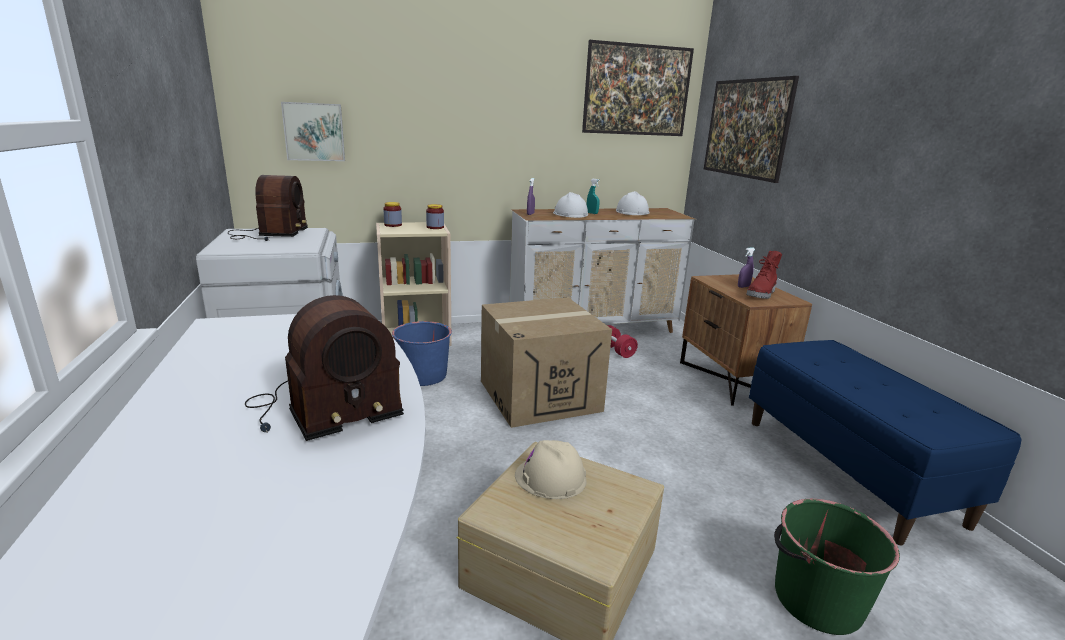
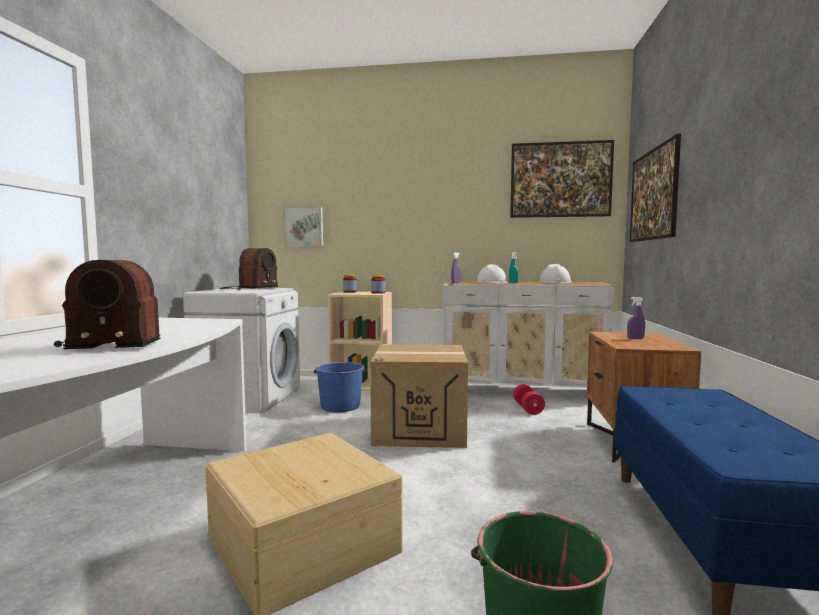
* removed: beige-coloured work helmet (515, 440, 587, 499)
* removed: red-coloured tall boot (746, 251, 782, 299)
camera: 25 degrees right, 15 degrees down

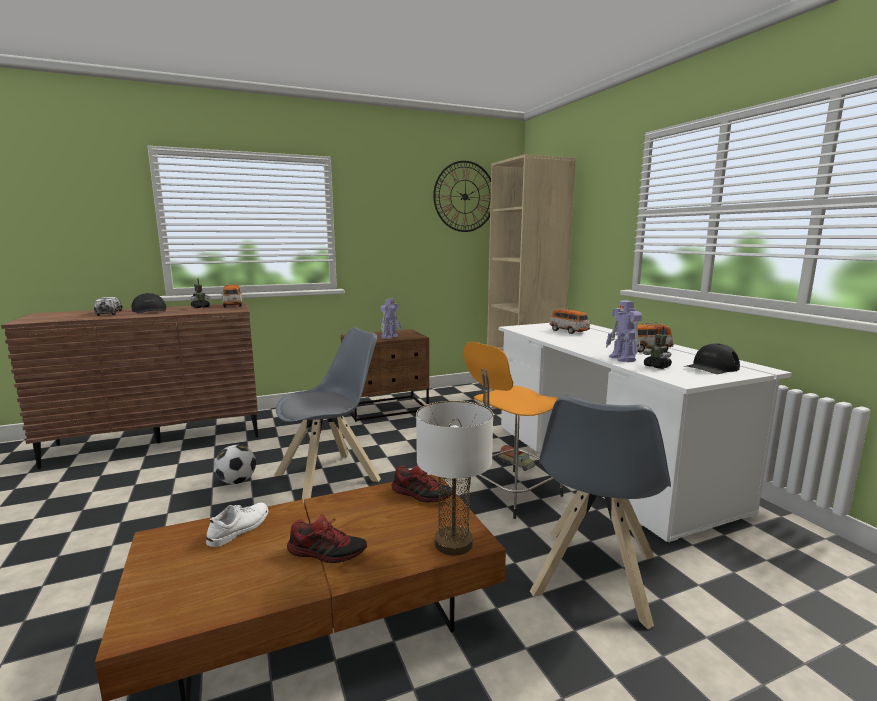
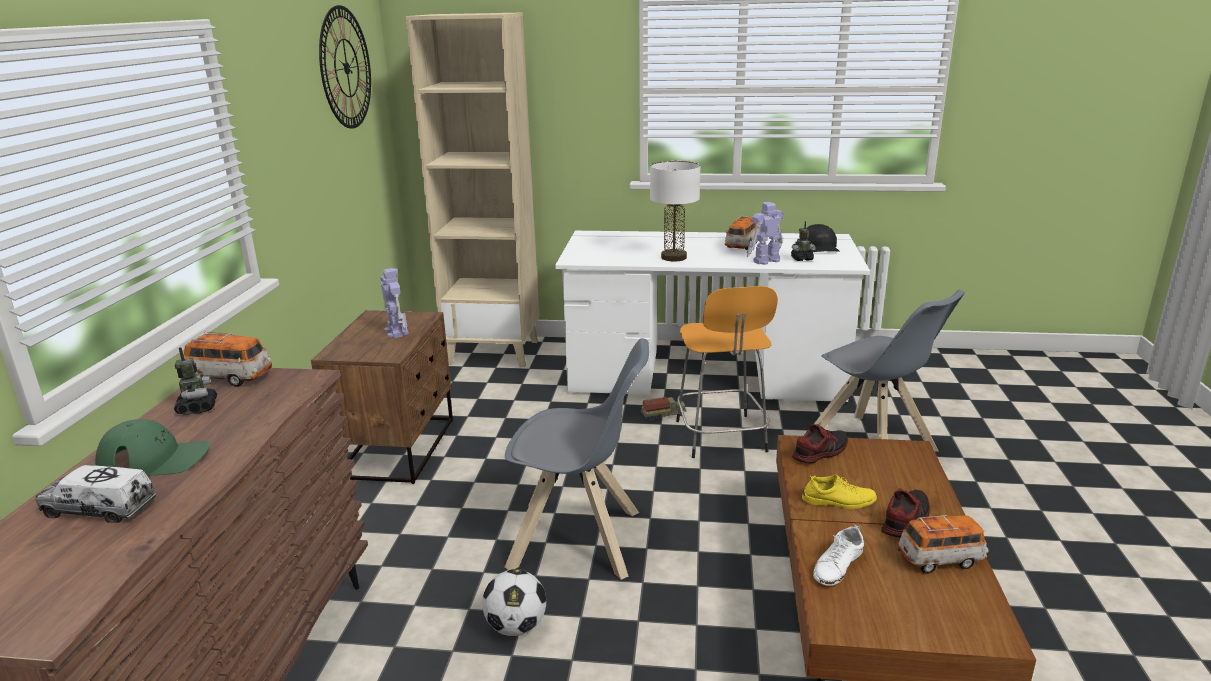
* added: yellow low shoe (802, 475, 877, 509)
* moved: table lamp (416, 401, 493, 555) to (650, 161, 700, 261)
* moved: miniature car (549, 308, 590, 334) to (898, 515, 989, 574)
* recoloured: black-coloured baseball cap (131, 293, 166, 314) to green baseball cap (95, 419, 210, 476)
* turned: whitish low shoe (206, 503, 268, 547) = (813, 525, 864, 586) 105 degrees counterclockwise
* turned: gray chair (275, 328, 381, 503) = (505, 338, 649, 580) 105 degrees clockwise
* turned: model robot (606, 301, 642, 362) = (747, 202, 784, 265) 135 degrees clockwise
camera: 60 degrees left, 10 degrees up

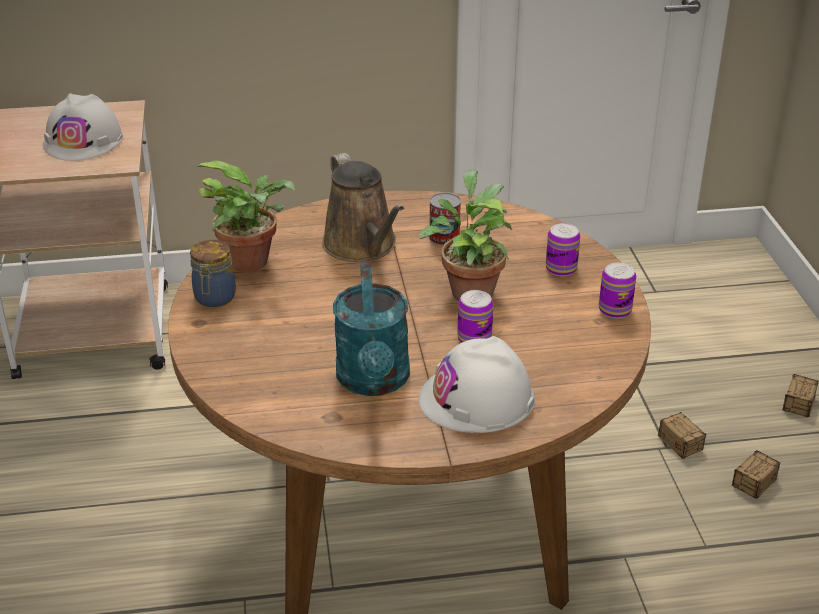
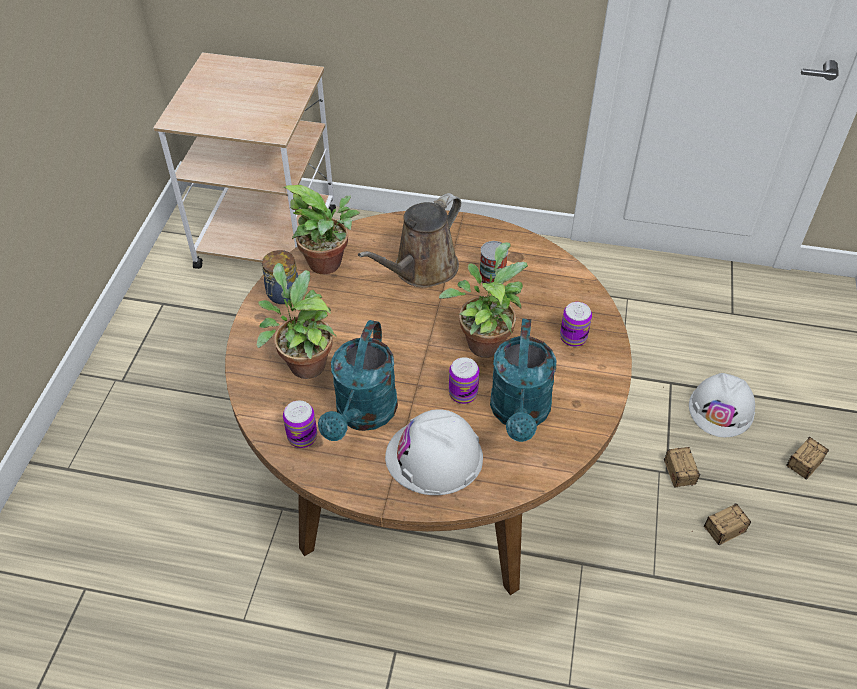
* added: houseplant (256, 263, 337, 379)
* added: blue-green watering pot (490, 318, 556, 442)
* moved: whitish work helmet (43, 93, 123, 161) to (689, 373, 755, 437)
* moved: metal can (599, 263, 636, 319) to (283, 401, 317, 448)
* turned: brown-coloured watering pot (322, 153, 404, 262) = (358, 193, 461, 288) 45 degrees clockwise
camera: 20 degrees right, 15 degrees up

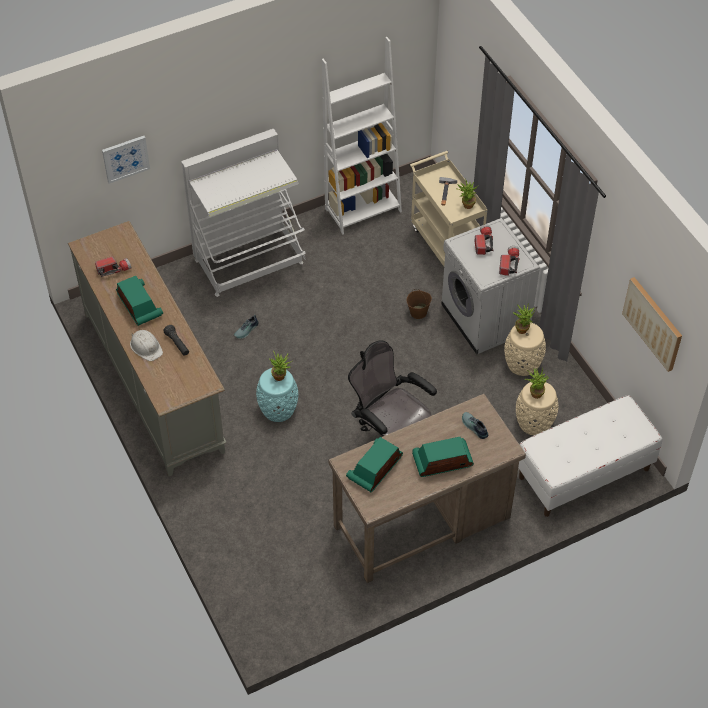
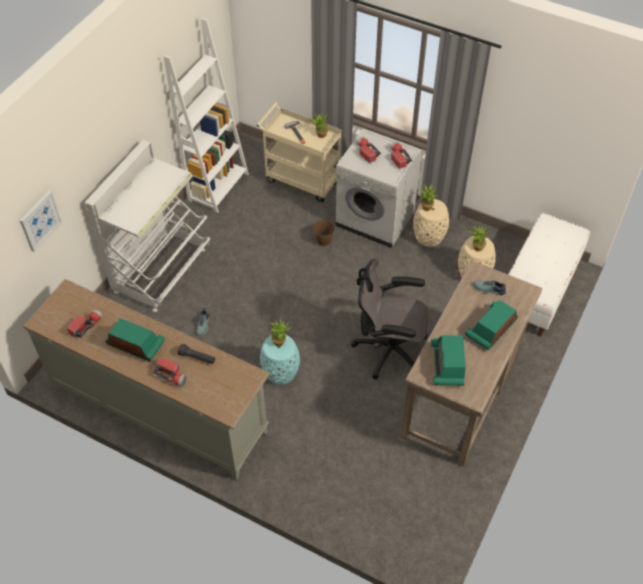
* removed: wall picture (622, 277, 682, 372)
* replaced: whitish work helmet (130, 330, 163, 361) to hand torch (152, 357, 186, 387)
camera: 35 degrees left, 0 degrees up

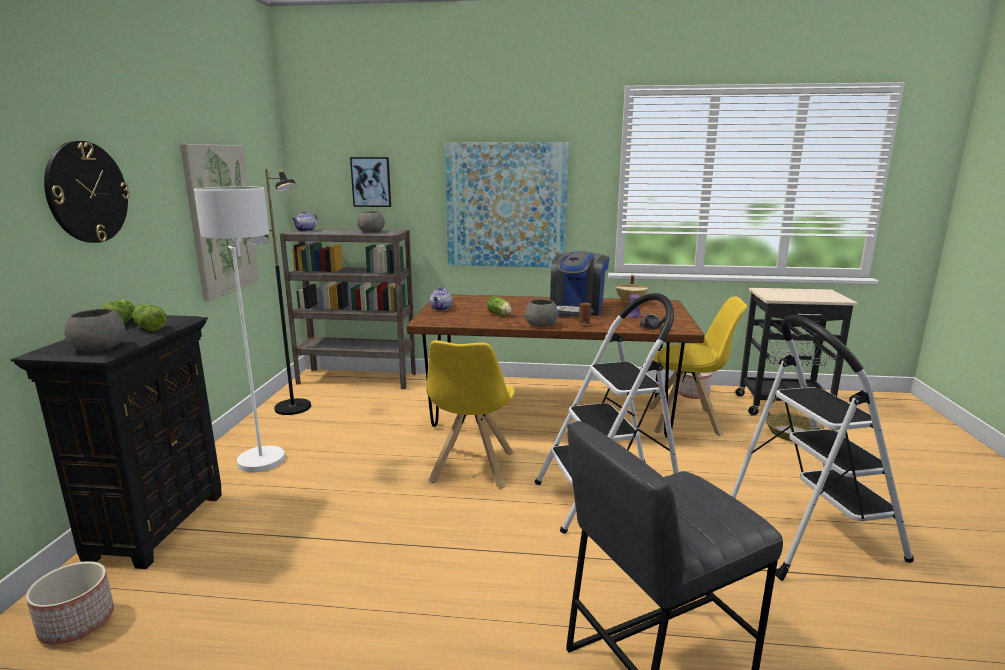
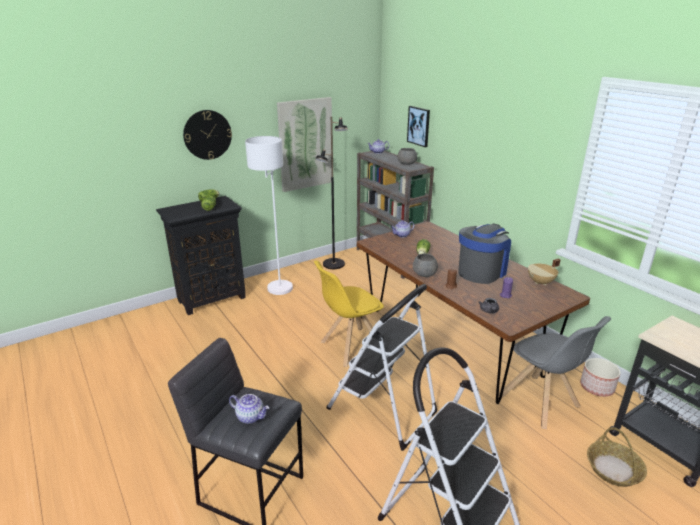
* removed: flower pot (26, 561, 114, 645)
* removed: gray deep dish (64, 309, 125, 352)
* removed: wall picture (445, 142, 569, 267)
* added: teapot (229, 394, 269, 424)
* recoloured: yellow chair (648, 296, 747, 436) to gray chair (499, 316, 611, 429)
* turned: coffee maker (550, 251, 609, 317) = (458, 223, 511, 284) 150 degrees clockwise
camera: 50 degrees right, 10 degrees up

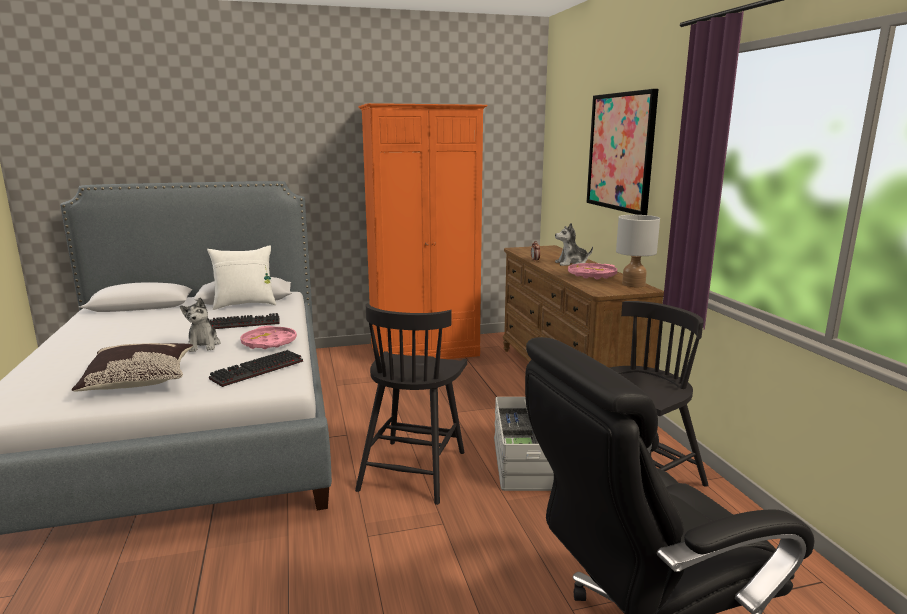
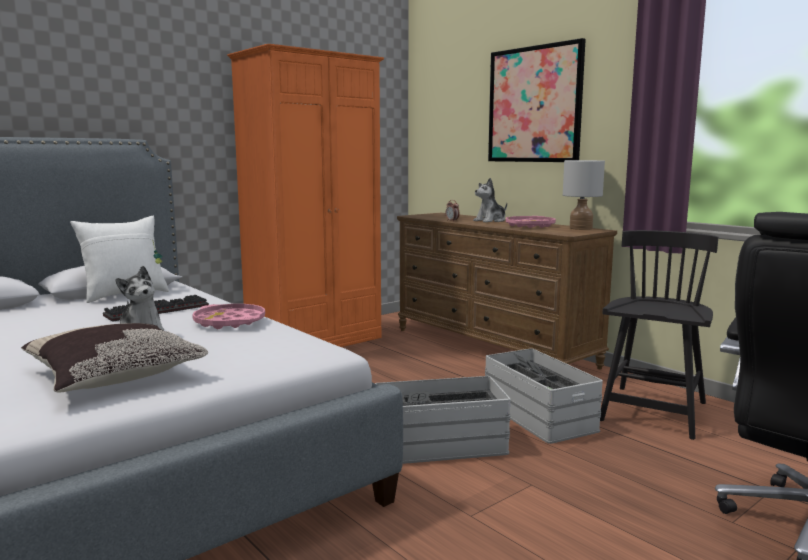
* removed: keyboard (209, 350, 303, 387)
* replaced: black-coloured chair (355, 303, 467, 505) to gray storage bin (375, 376, 511, 464)
camera: 25 degrees left, 5 degrees down

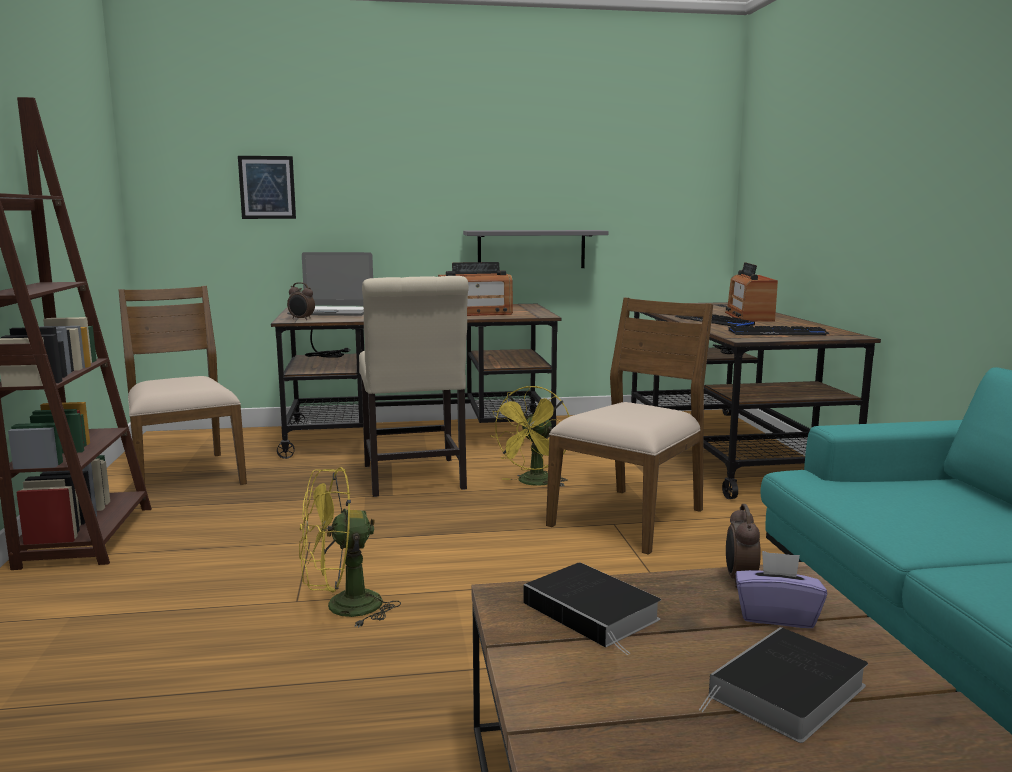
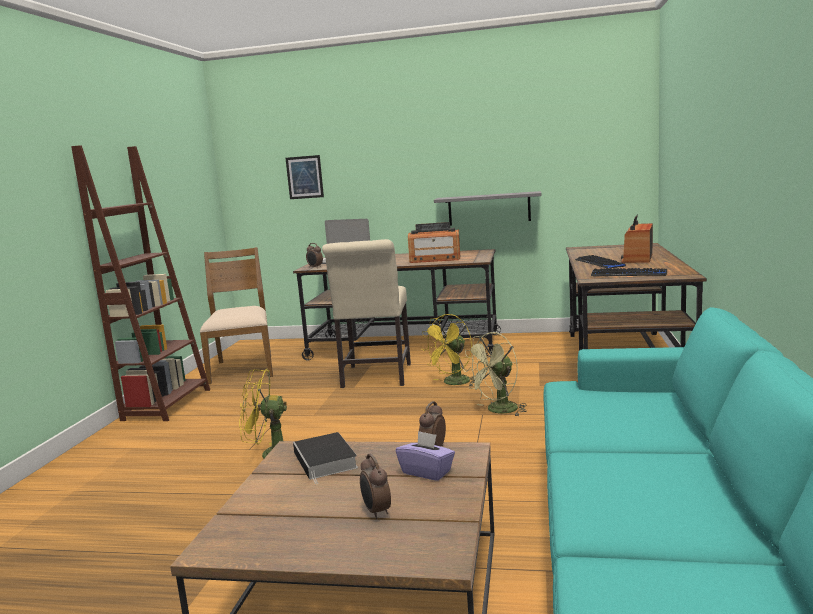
* replaced: brown-coloured chair (546, 297, 713, 555) to green electric fan (463, 332, 527, 416)
* replaced: book (699, 627, 868, 743) to bedside clock (360, 454, 391, 519)
camera: 20 degrees right, 0 degrees up

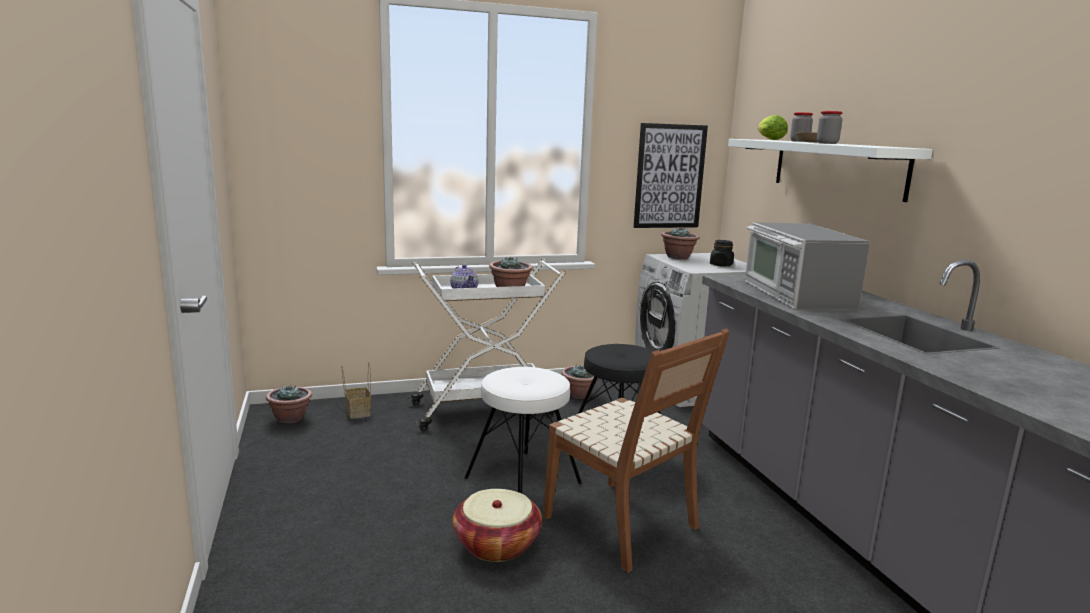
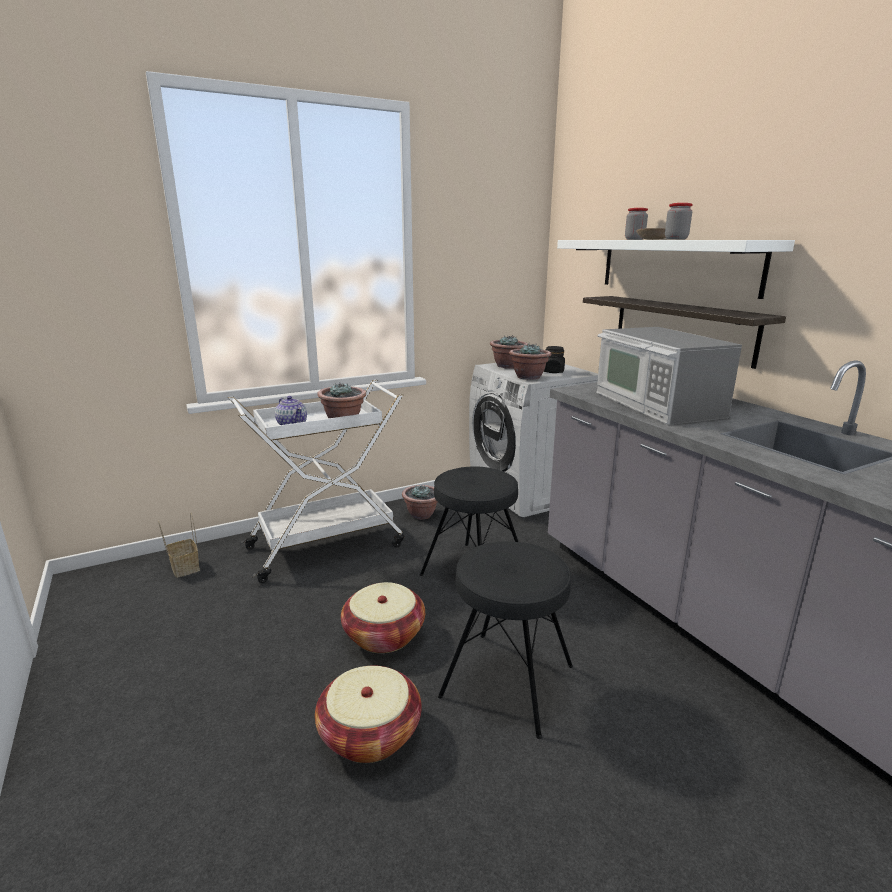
* removed: wall picture (634, 123, 708, 228)
* removed: lettuce (757, 115, 788, 140)
* added: bracket shelf (583, 296, 786, 369)
* moved: houseplant (266, 384, 312, 424) to (509, 343, 551, 380)
* replaced: whitish stool seat (464, 367, 582, 494) to household basket (341, 582, 425, 653)
* replaced: chair (543, 329, 730, 573) to black-coloured stool seat (438, 541, 573, 739)
camera: 10 degrees left, 5 degrees up

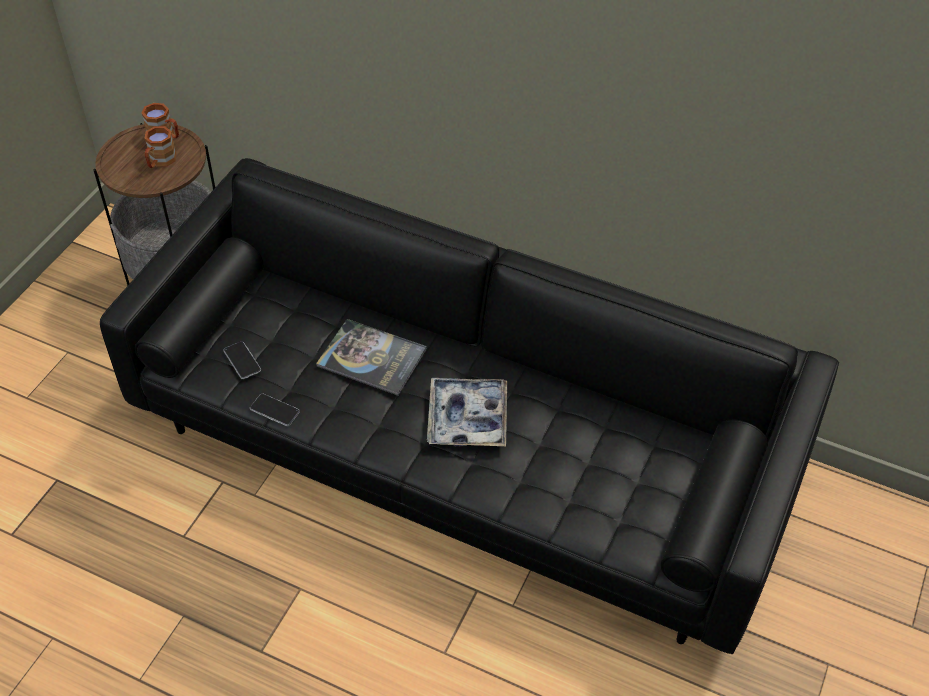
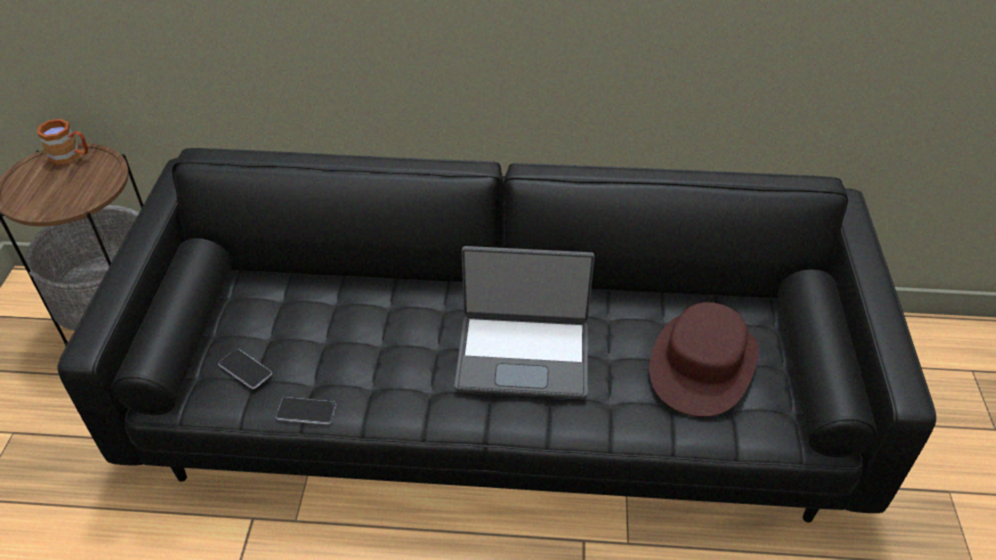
* removed: brown-coloured coffee mug (145, 126, 177, 168)
* removed: book (316, 319, 427, 396)
* added: brown-coloured wearable hat (649, 302, 759, 417)
* replaced: serving tray (427, 378, 507, 446) to notebook computer (454, 246, 595, 399)
camera: 20 degrees left, 5 degrees down

